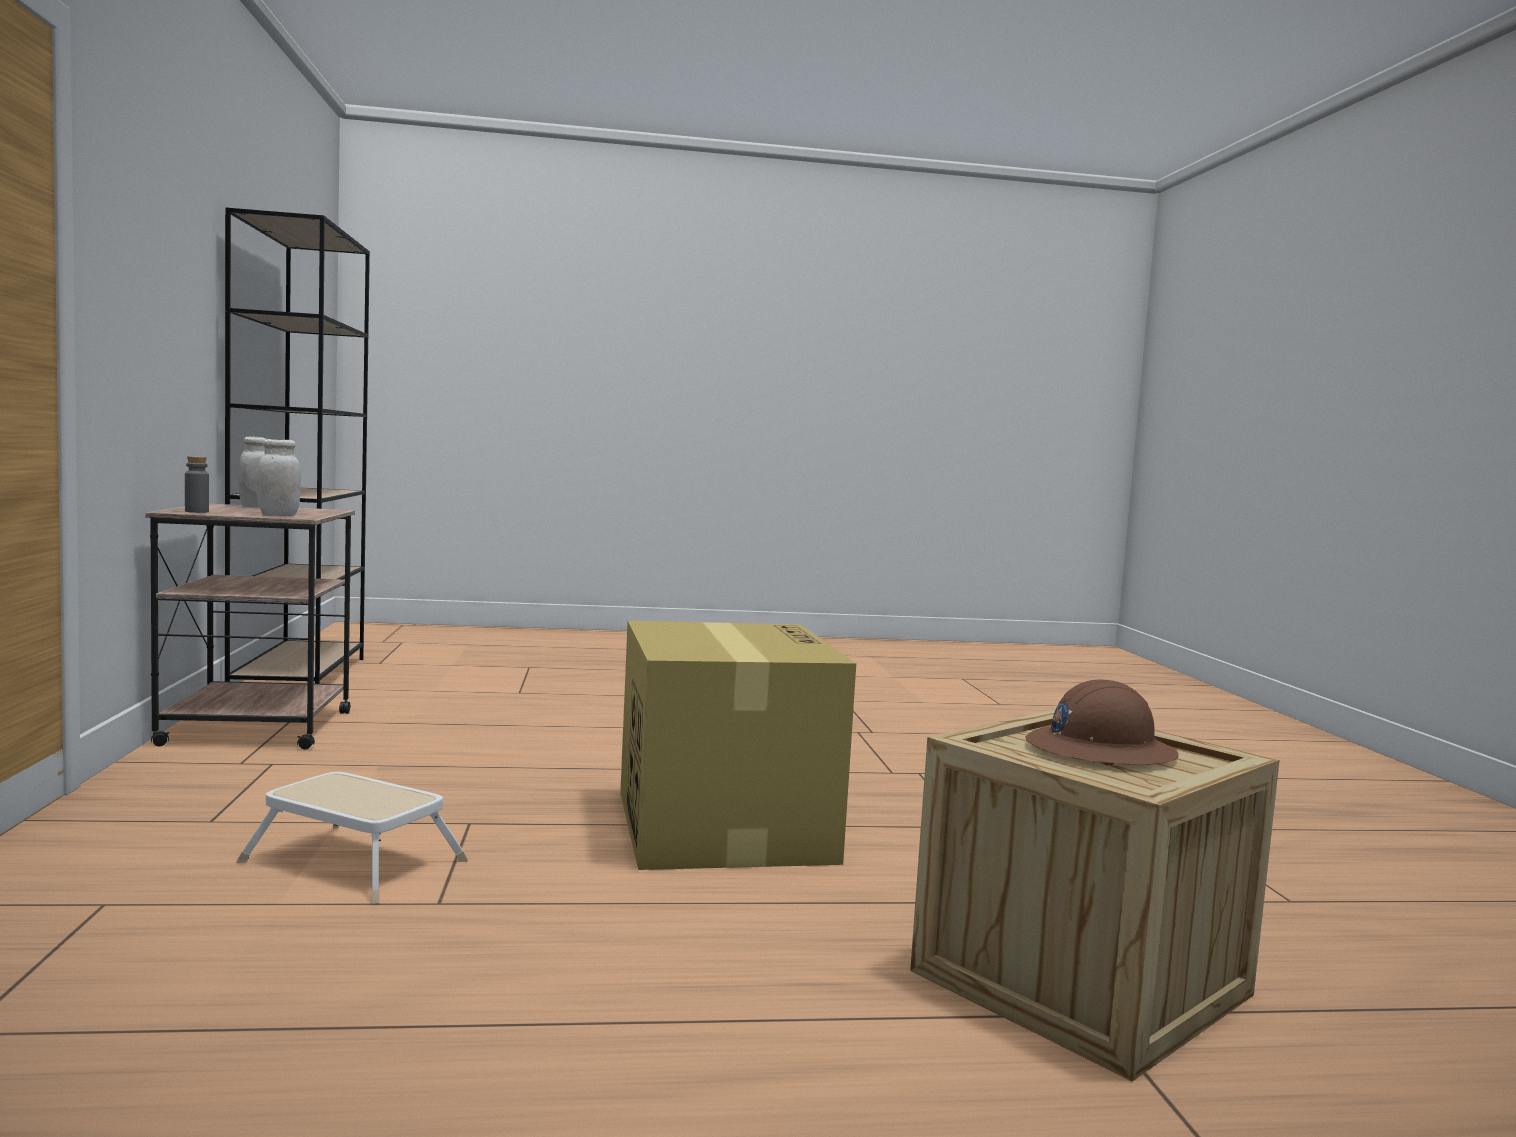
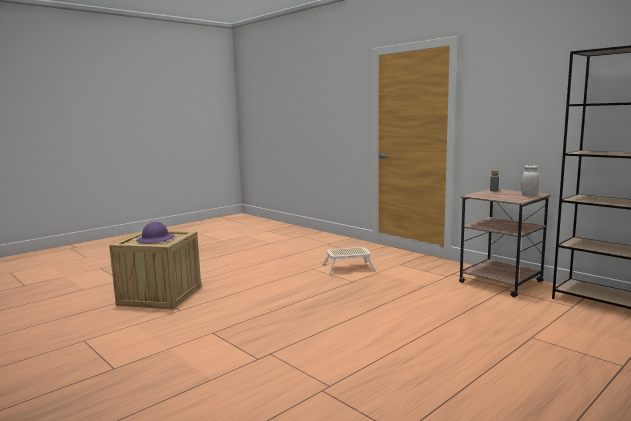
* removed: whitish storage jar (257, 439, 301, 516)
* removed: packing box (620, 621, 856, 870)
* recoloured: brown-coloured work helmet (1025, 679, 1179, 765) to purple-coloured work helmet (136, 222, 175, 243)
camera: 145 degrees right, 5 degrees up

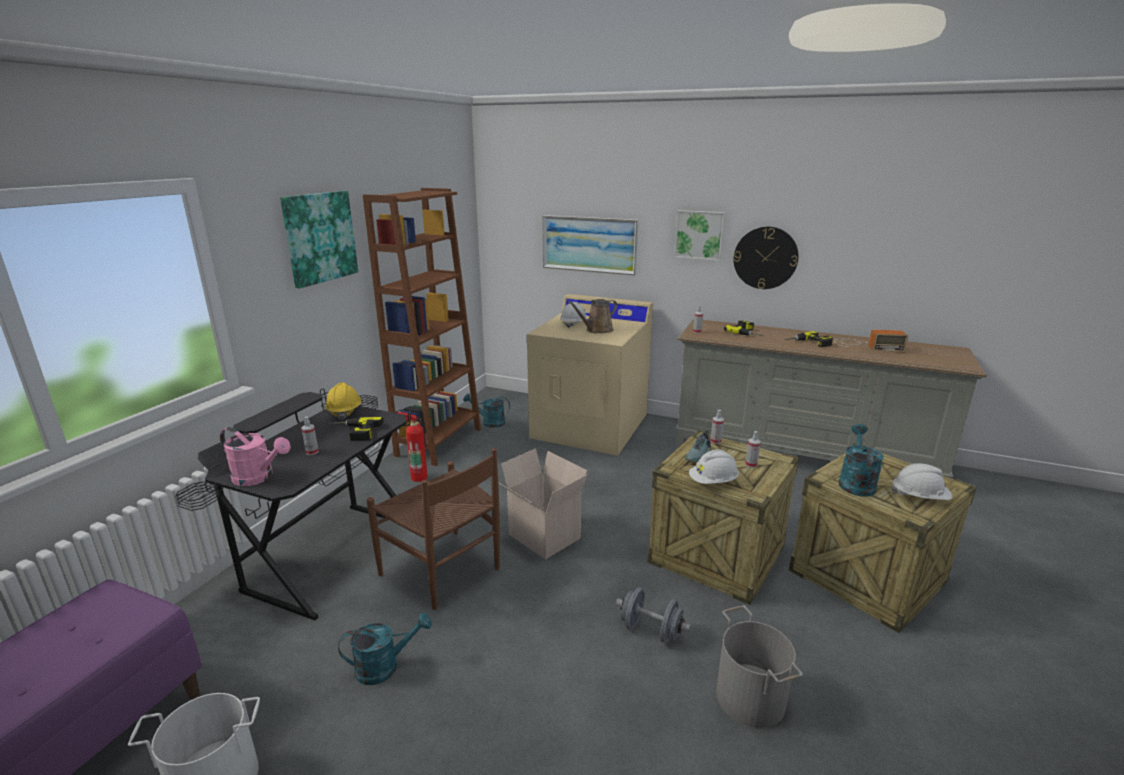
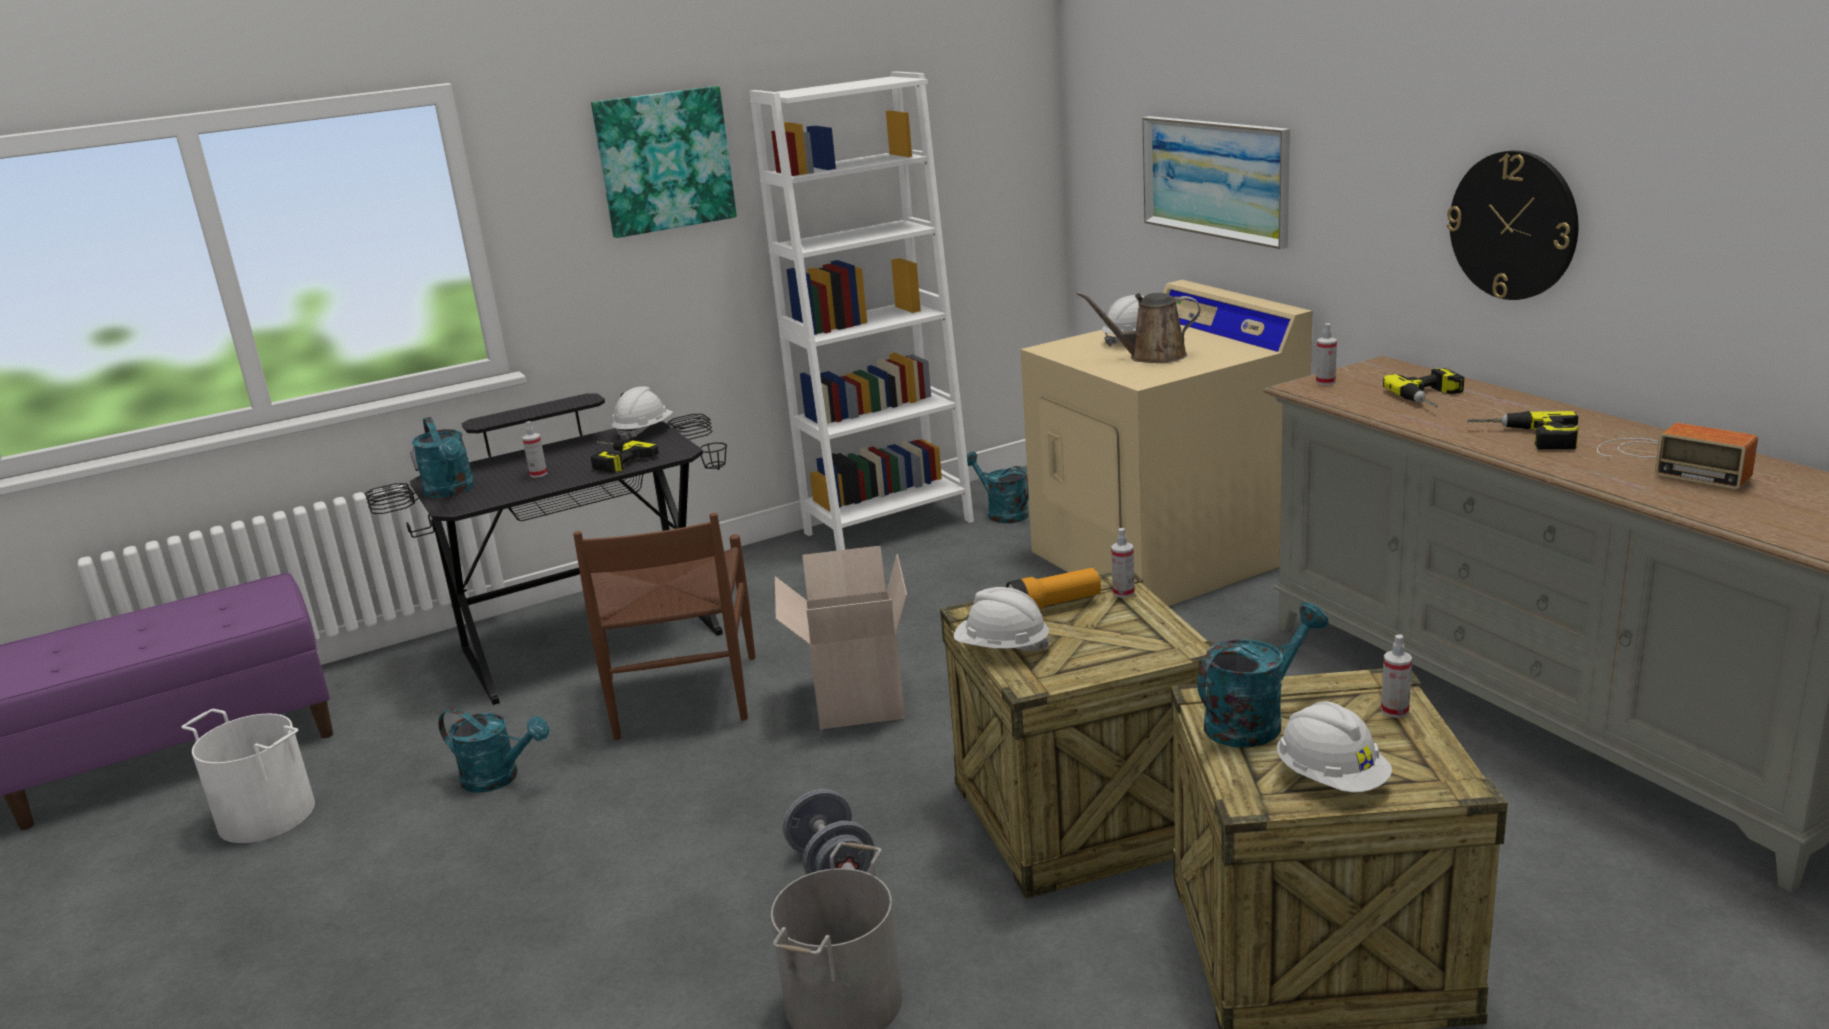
* removed: fire extinguisher (397, 412, 428, 482)
* removed: wall picture (674, 210, 726, 261)
* moved: hand sprayer (745, 431, 761, 468) to (1381, 634, 1412, 718)
* replaced: low shoe (685, 430, 711, 462) to hand torch (1006, 568, 1101, 610)
* recoloured: pinkish watering pot (220, 427, 291, 486) to blue-green watering pot (412, 417, 475, 498)
* recoloured: yellow work helmet (325, 382, 361, 420) to whitish work helmet (612, 386, 673, 440)
* recoloured: brown-coloured shelving unit (363, 188, 481, 466) to whitish shelving unit (749, 71, 974, 551)
camera: 40 degrees right, 0 degrees up

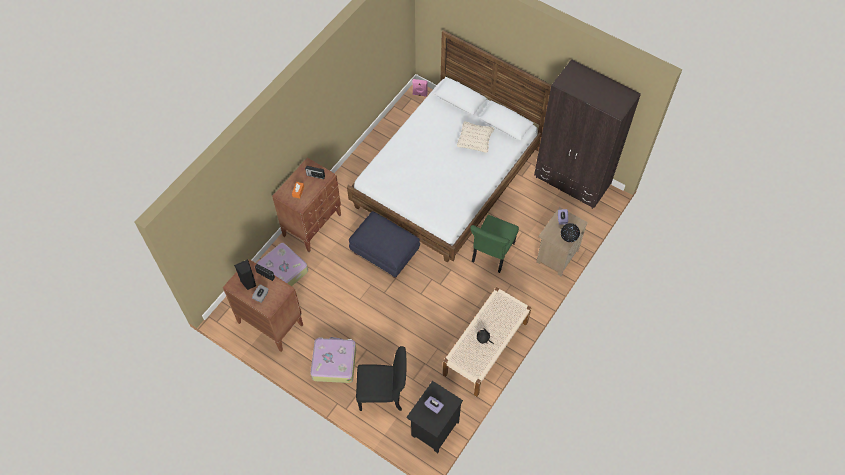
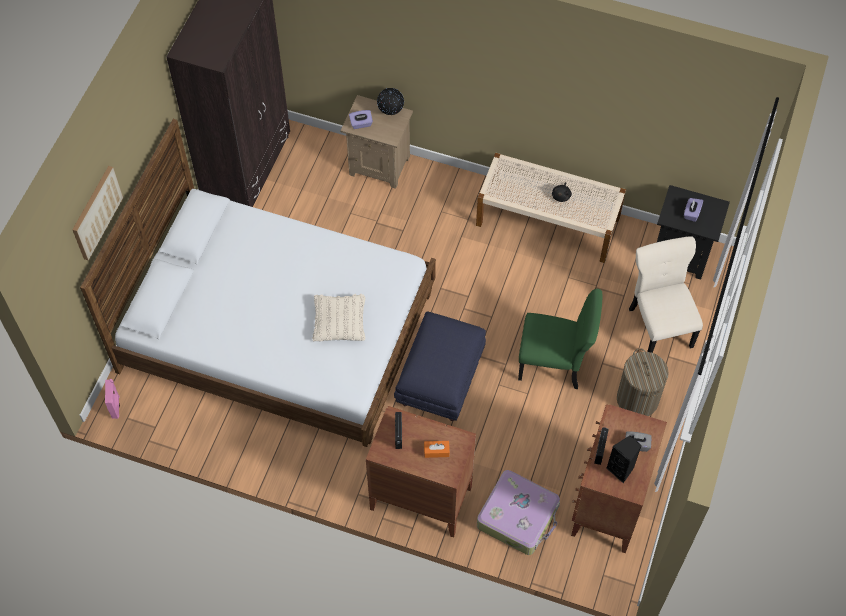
* added: wall picture (72, 166, 123, 261)
* moved: beige-coloured throw pillow (457, 121, 494, 153) to (312, 294, 365, 342)
* moved: green chair (470, 215, 519, 273) to (518, 289, 602, 389)
* replaced: piece of luggage (310, 337, 356, 383) to washing basket (617, 348, 669, 416)
* recoloured: black-coloured chair (356, 346, 407, 411) to beige-coloured chair (629, 236, 703, 353)
camera: 105 degrees left, 0 degrees up

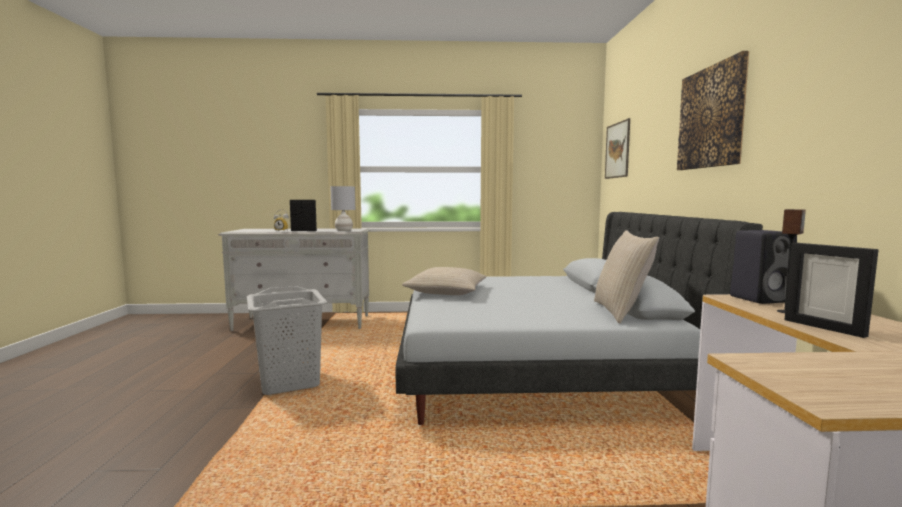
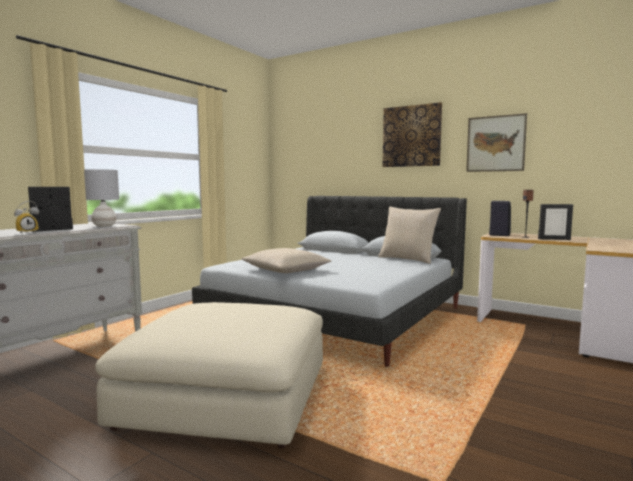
* moved: wall picture (605, 118, 630, 179) to (466, 113, 527, 172)
* replaced: gray washing basket (247, 286, 327, 395) to beige-coloured ottoman (95, 302, 323, 449)
camera: 55 degrees left, 0 degrees up

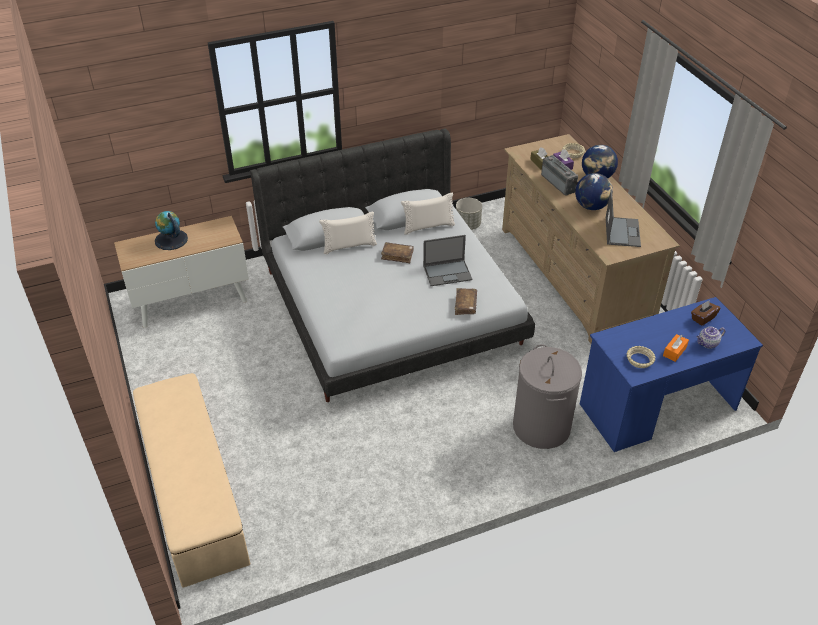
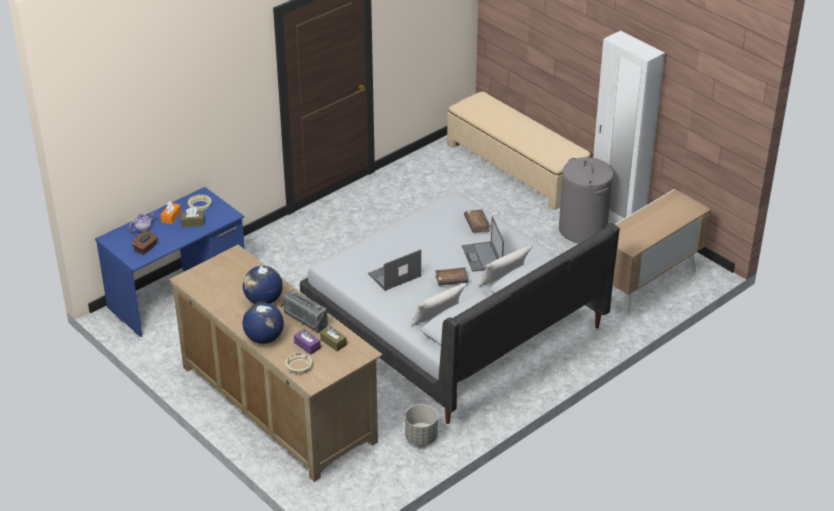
* removed: globe (155, 211, 188, 250)
* added: brown-coloured tissue holder (181, 207, 204, 227)
* added: whitish wardrobe (593, 30, 665, 224)
* moved: brown-coloured book (455, 288, 477, 315) to (464, 210, 490, 233)
* moved: gray washing basket (513, 344, 582, 449) to (559, 157, 614, 244)
* moved: notebook computer (606, 190, 641, 247) to (462, 216, 504, 272)
camera: 160 degrees right, 5 degrees down

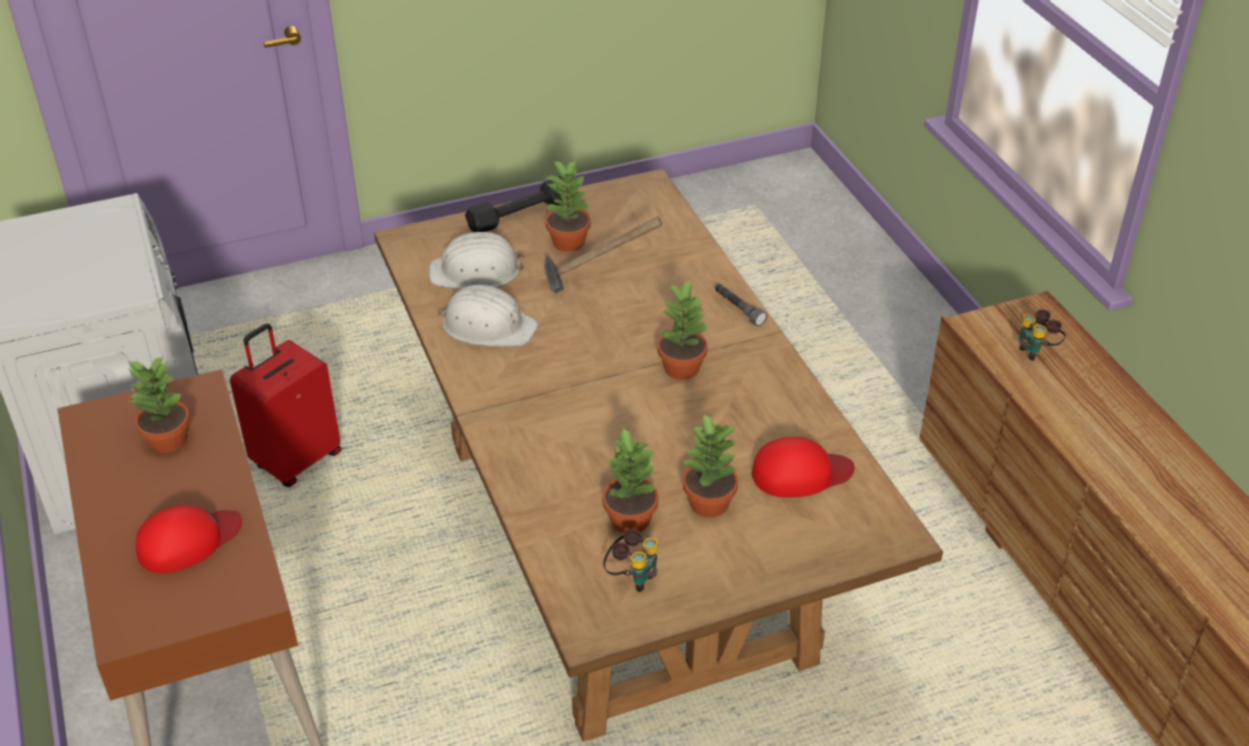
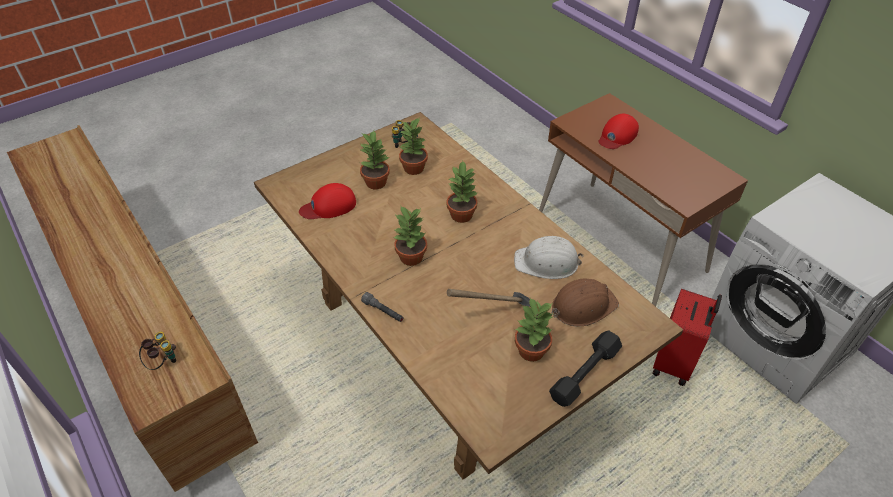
* moved: houseplant (128, 355, 190, 453) to (446, 161, 479, 223)
* recoloured: whitish work helmet (429, 232, 525, 289) to brown-coloured work helmet (552, 279, 619, 327)
camera: 165 degrees right, 5 degrees up

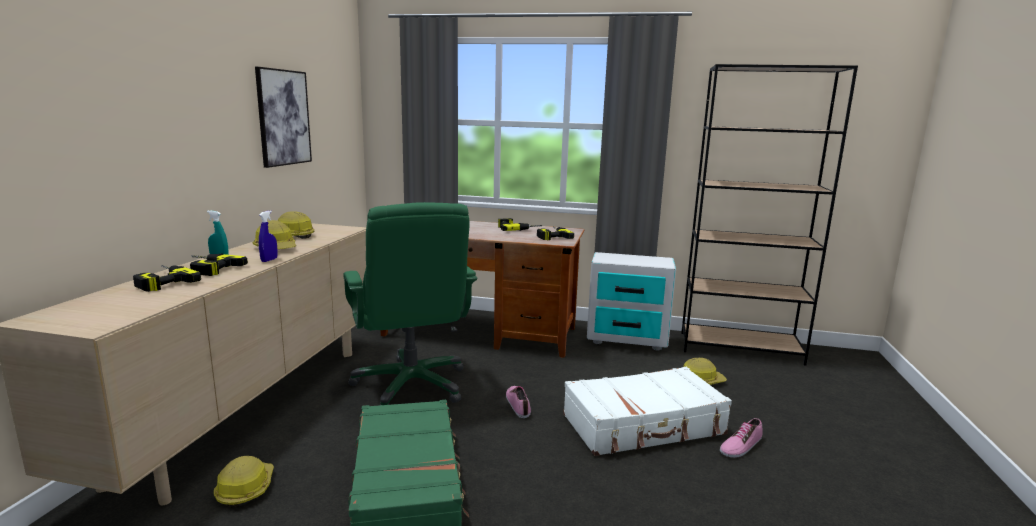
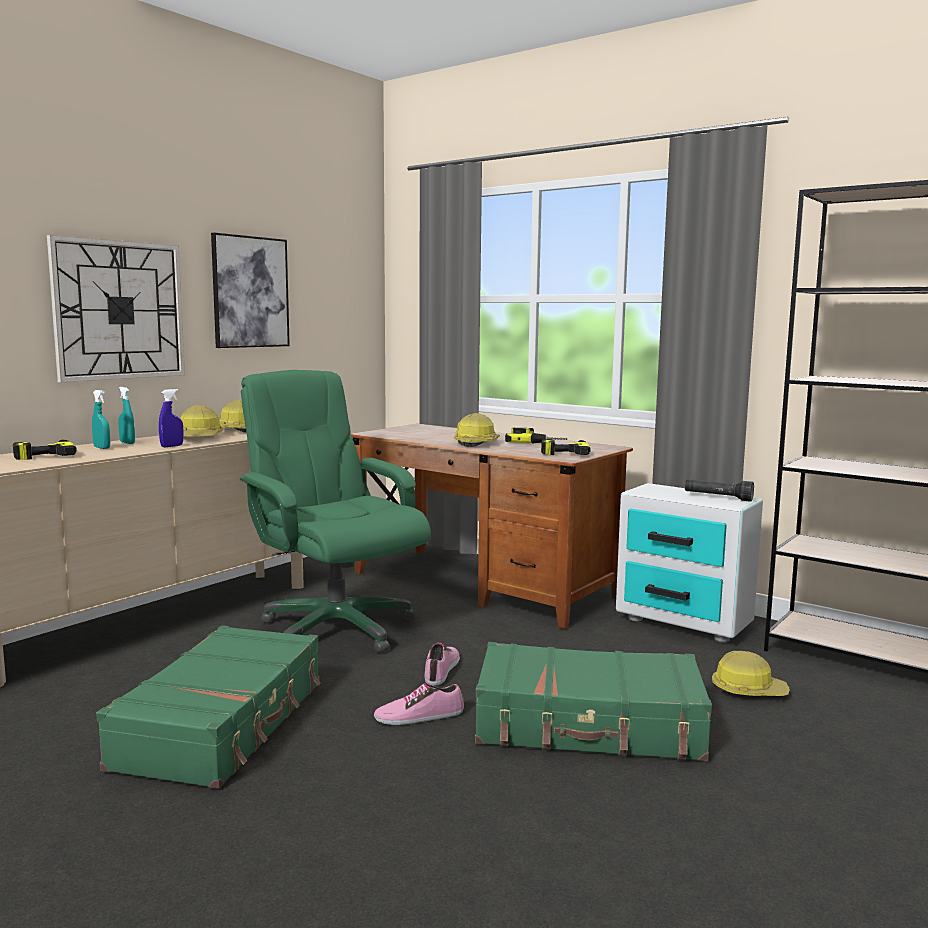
* added: wall clock (47, 235, 185, 382)
* added: black-coloured hand torch (685, 479, 754, 502)
* moved: work helmet (214, 456, 274, 507) to (454, 413, 500, 447)
* moved: low shoe (720, 418, 763, 458) to (374, 683, 464, 725)
* replaced: power drill (190, 253, 248, 276) to blue-green hand sprayer (92, 390, 110, 449)
* recoloured: whitish piece of luggage (563, 367, 732, 456) to green piece of luggage (475, 642, 712, 761)
* turned: green computer chair (343, 202, 478, 405) = (240, 370, 431, 653) 135 degrees clockwise
camera: 25 degrees right, 5 degrees down

